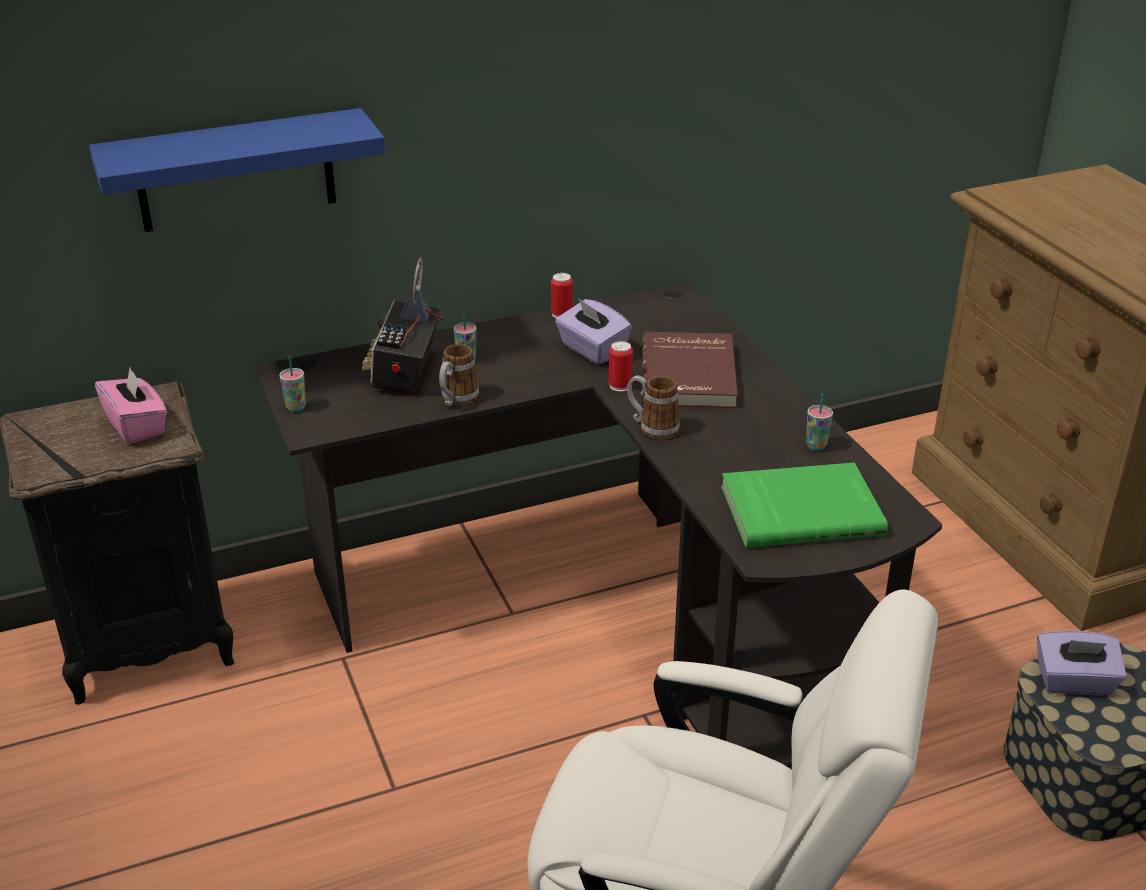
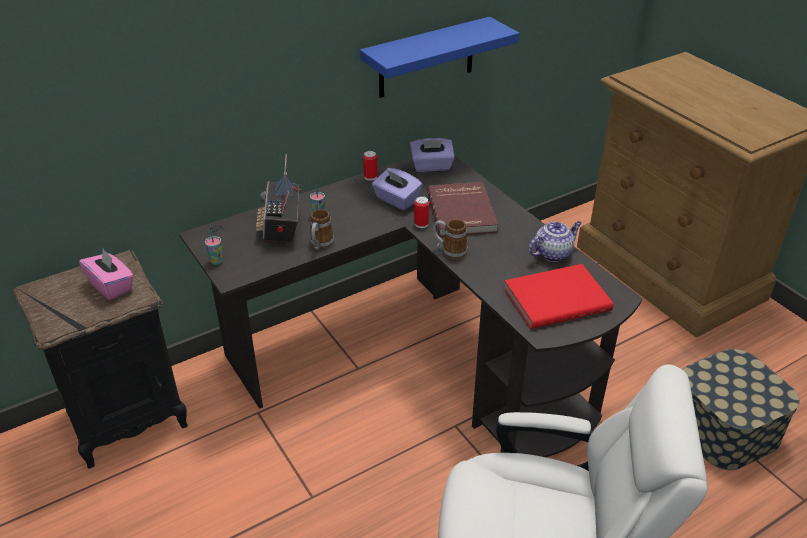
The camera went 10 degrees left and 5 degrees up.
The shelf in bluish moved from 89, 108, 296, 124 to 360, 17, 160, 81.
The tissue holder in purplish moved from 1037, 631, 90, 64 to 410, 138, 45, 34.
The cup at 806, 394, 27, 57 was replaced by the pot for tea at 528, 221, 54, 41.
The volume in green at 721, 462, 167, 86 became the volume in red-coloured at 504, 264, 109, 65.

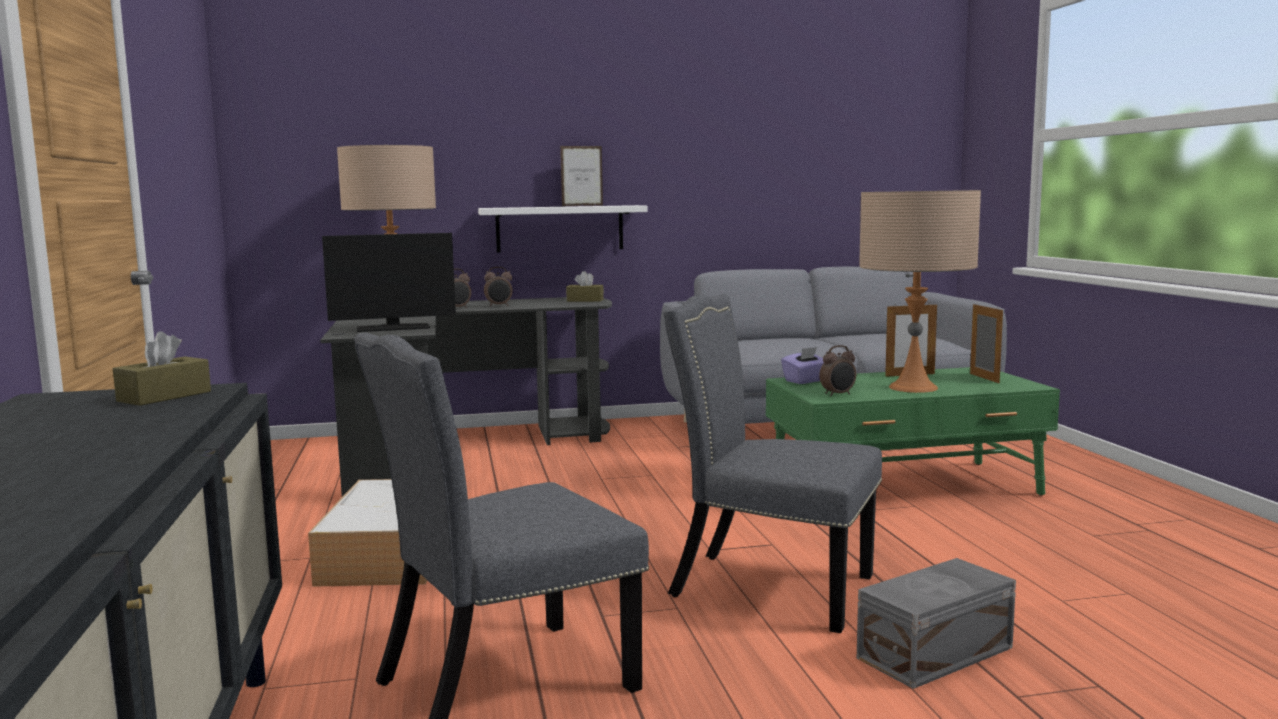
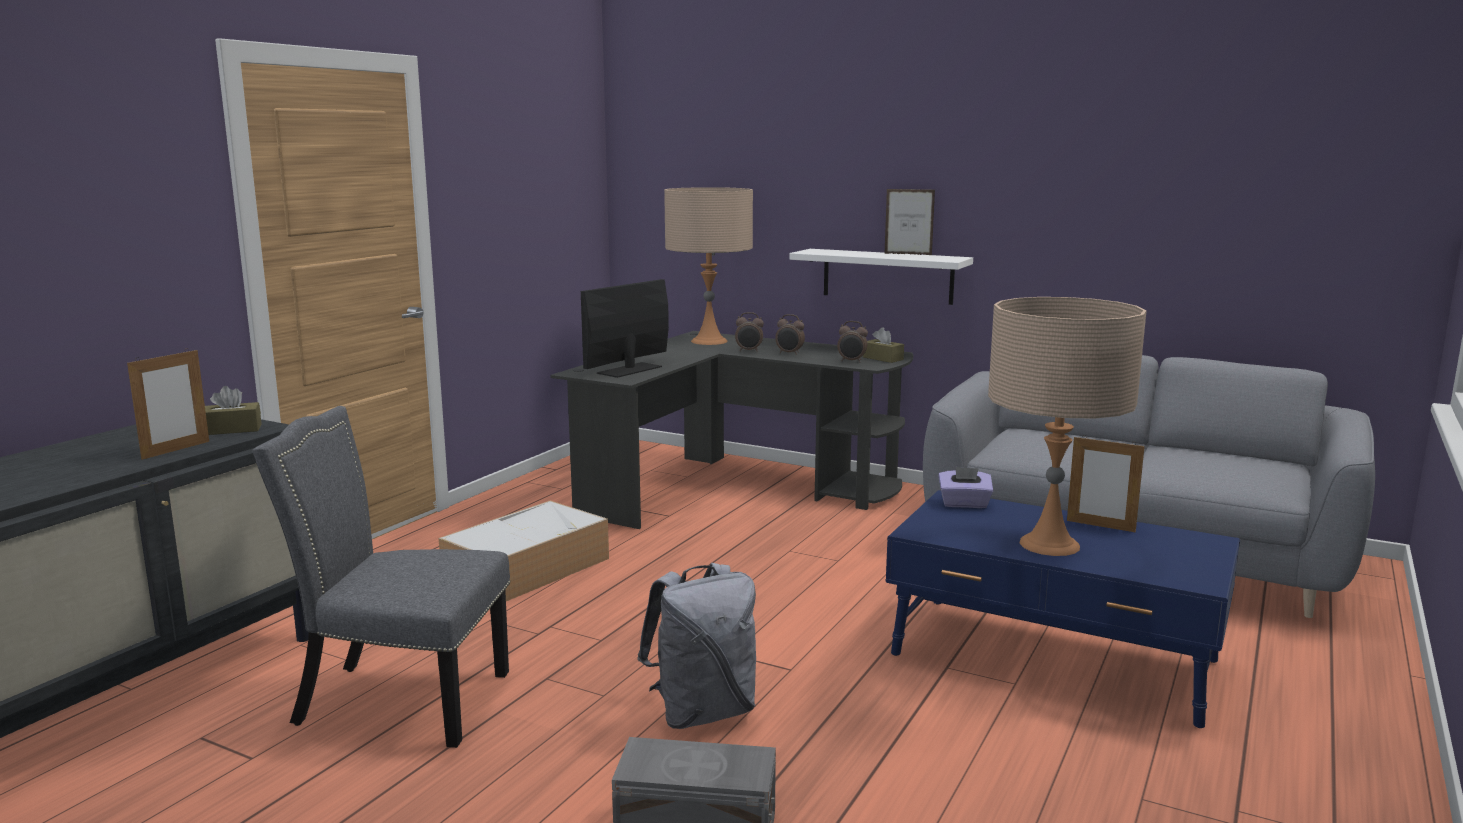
The camera went 40 degrees right and 5 degrees up.
The table clock moved from 819, 345, 37, 51 to 837, 321, 31, 42.
The photo frame moved from 970, 303, 33, 80 to 127, 348, 82, 112.
The plain chair in greyish at 663, 294, 219, 339 was replaced by the backpack in greyish at 637, 563, 119, 166.
The lounge table in green at 766, 367, 294, 129 became the lounge table in bluish at 886, 490, 354, 238.
The computer screen at 322, 233, 134, 99 turned 105 degrees clockwise.

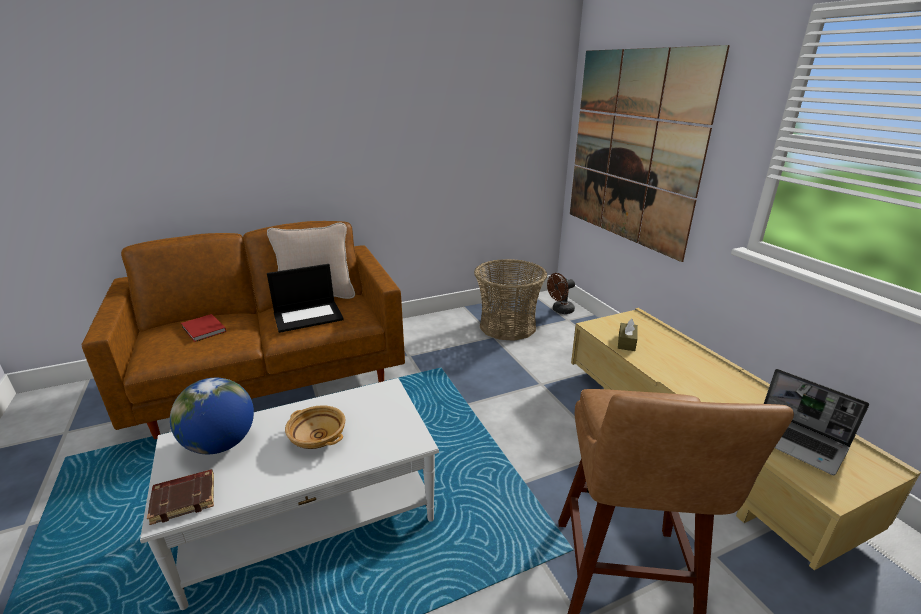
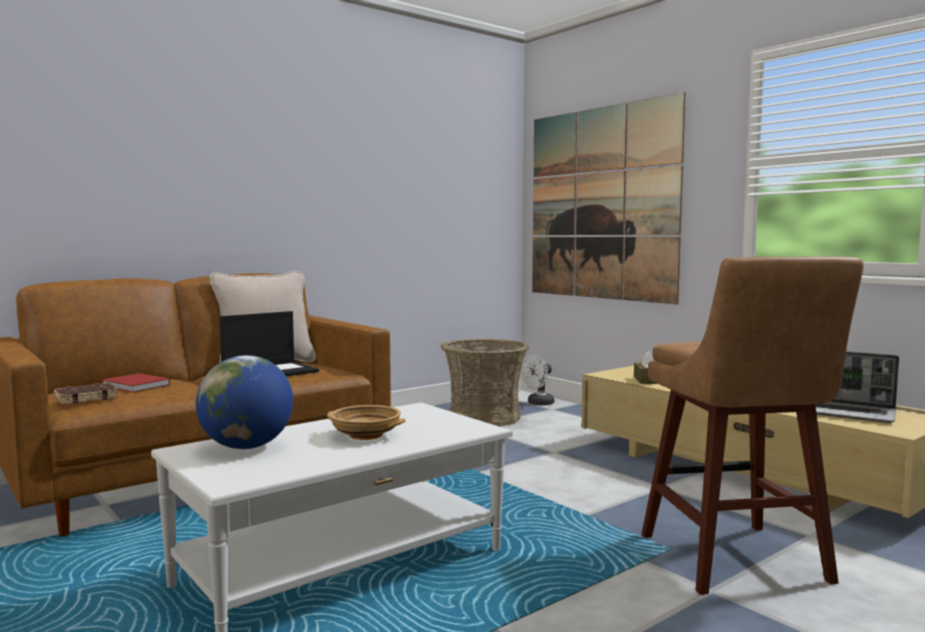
The camera went 15 degrees left and 20 degrees down.
The volume in brown moved from 147, 469, 67, 56 to 54, 382, 64, 22.
The electric fan in brown at 547, 273, 28, 41 became the electric fan in whitish at 519, 354, 36, 51.

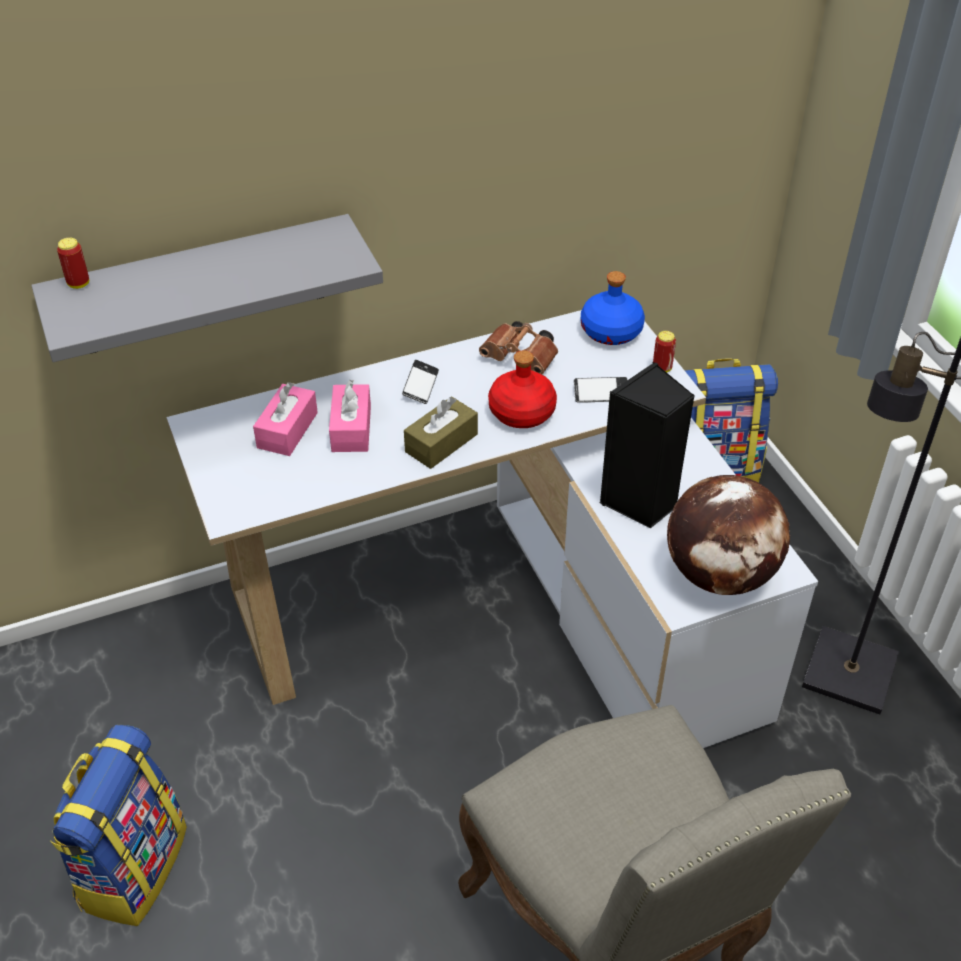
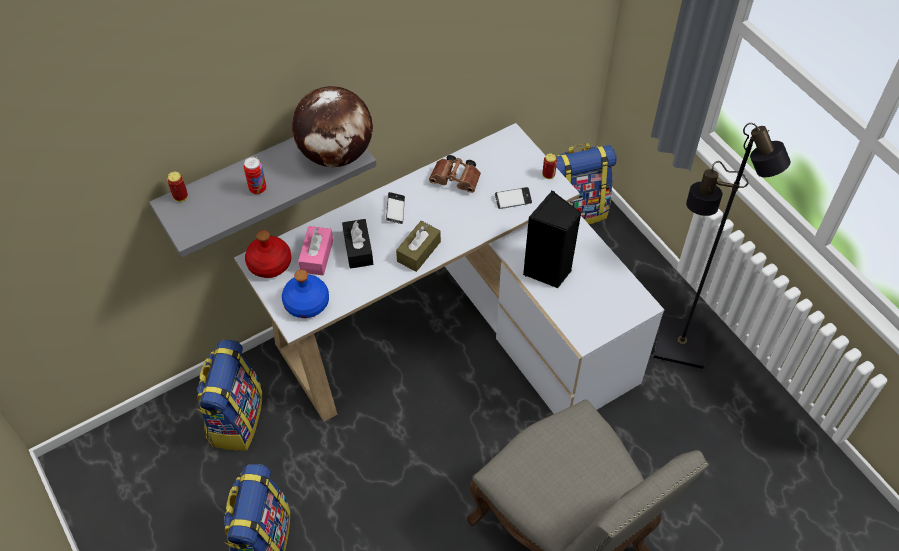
The camera went 10 degrees left and 10 degrees up.
The backpack at 198, 340, 65, 111 appeared.
The sealed can at 244, 157, 22, 37 appeared.
The beverage bottle in red-coloured moved from 488, 351, 69, 77 to 245, 230, 46, 48.
The beverage bottle in bluish moved from 581, 271, 64, 74 to 282, 270, 47, 48.
The desk globe moved from 667, 475, 123, 120 to 292, 86, 81, 81.
The tissue holder in pink at 329, 380, 42, 72 became the tissue holder in blackish at 342, 219, 31, 50.

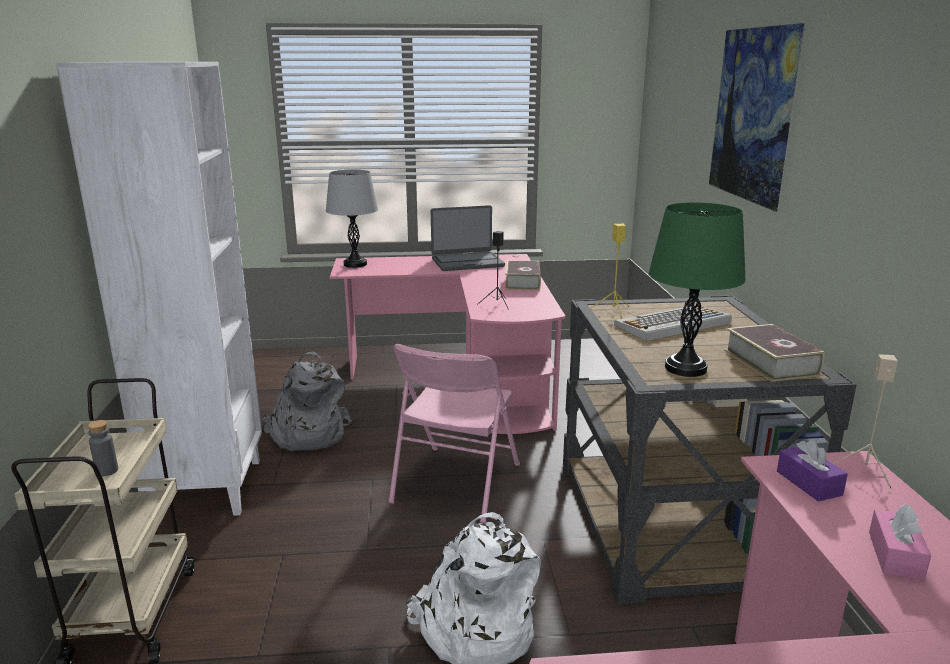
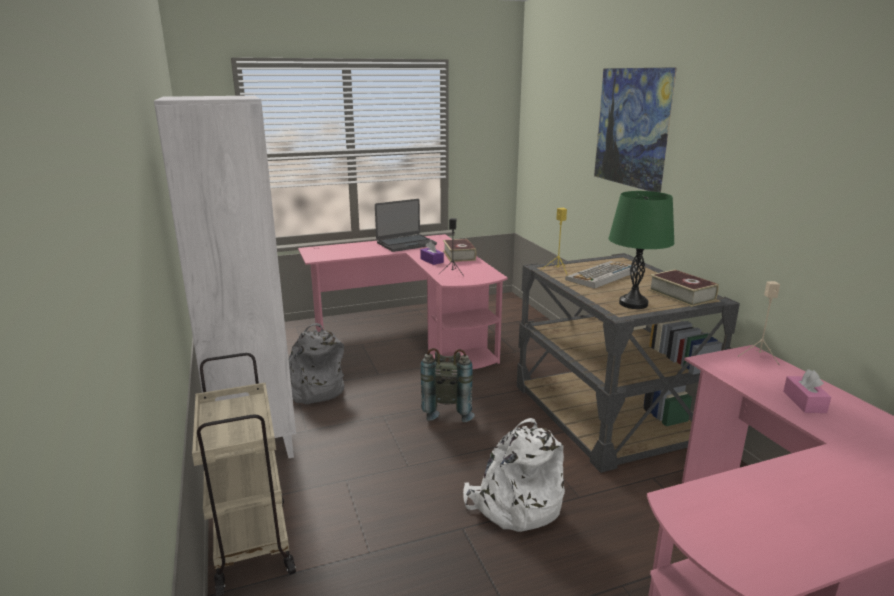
The camera went 15 degrees left and 0 degrees up.
The beverage bottle in greyish at 88, 420, 30, 56 disappeared.
The lamp for a table in greyish at 326, 170, 52, 98 disappeared.
The tissue holder in purplish moved from 777, 439, 71, 63 to 420, 241, 24, 24.
The plain chair in pink at 388, 344, 132, 180 was replaced by the backpack in greyish at 421, 348, 54, 74.

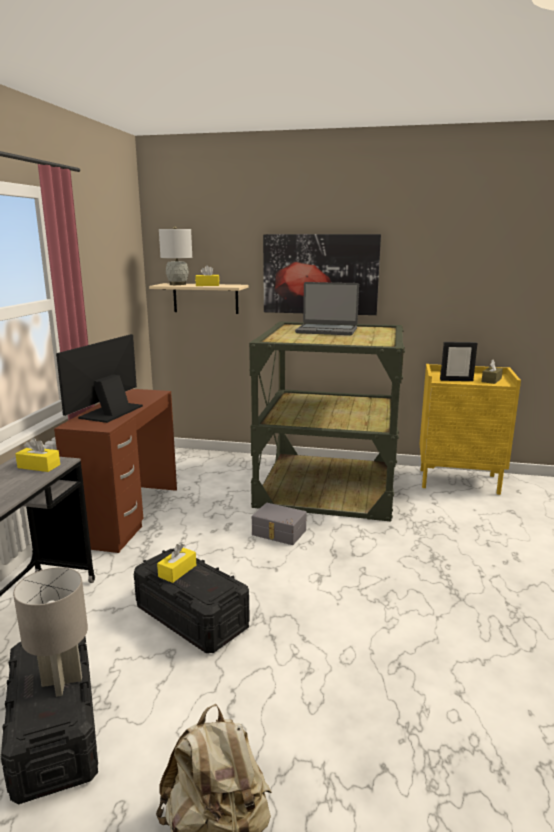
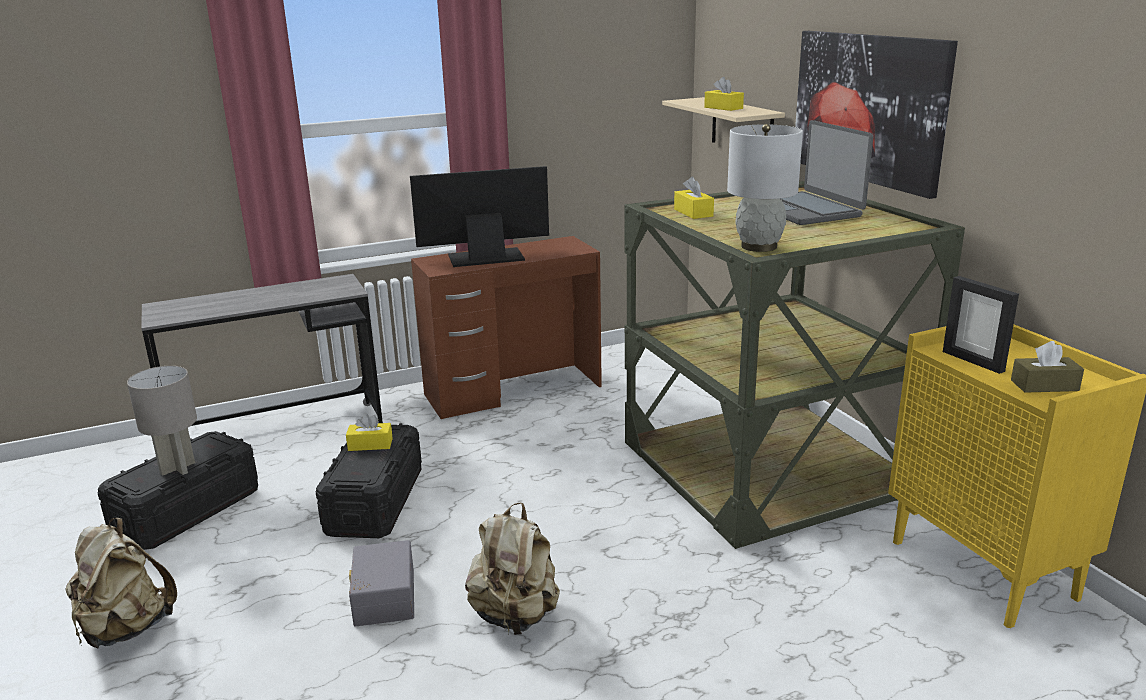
The camera went 55 degrees right and 5 degrees up.
The backpack in beige-coloured at 465, 503, 95, 132 appeared.
The tissue holder in yellowish moved from 15, 438, 45, 34 to 674, 177, 40, 42.
The lamp for a table in whitish moved from 159, 226, 33, 59 to 727, 124, 76, 128.
The storage bin in greyish moved from 252, 503, 55, 42 to 349, 540, 65, 87.

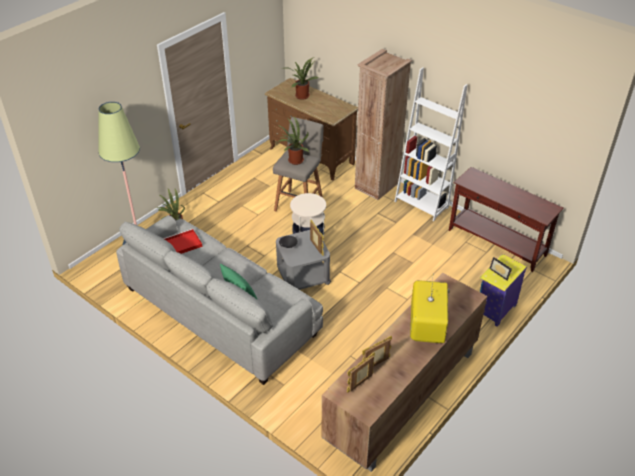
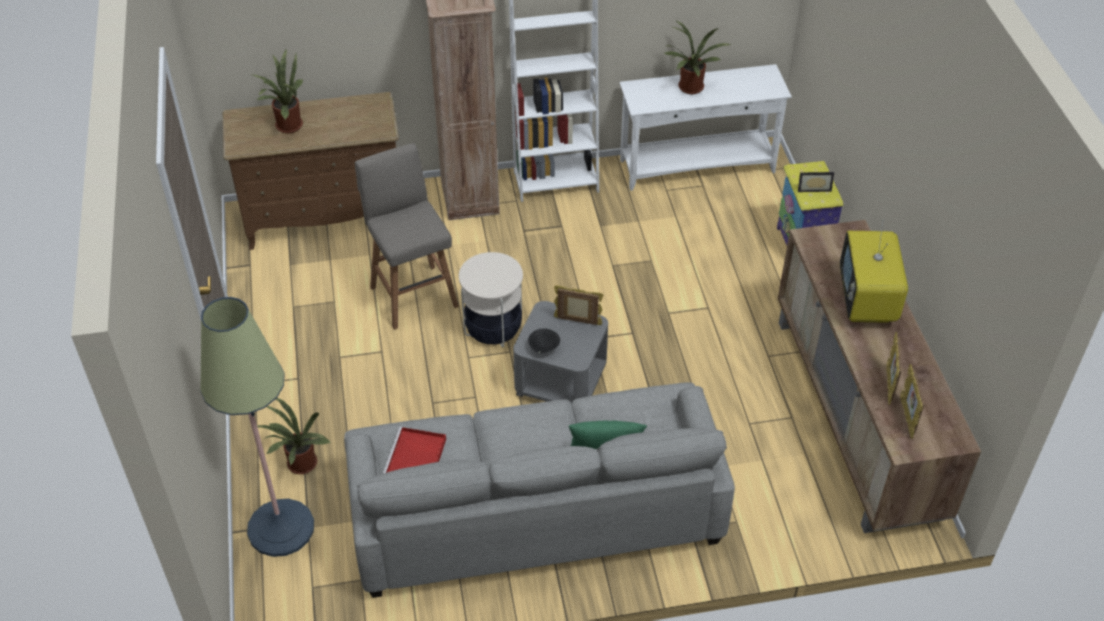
The camera went 50 degrees left and 5 degrees up.
The houseplant moved from 278, 117, 31, 48 to 664, 20, 67, 74.
The console table in brown at 449, 167, 115, 105 became the console table in whitish at 620, 64, 172, 127.
The television at 410, 274, 40, 69 turned 135 degrees counterclockwise.

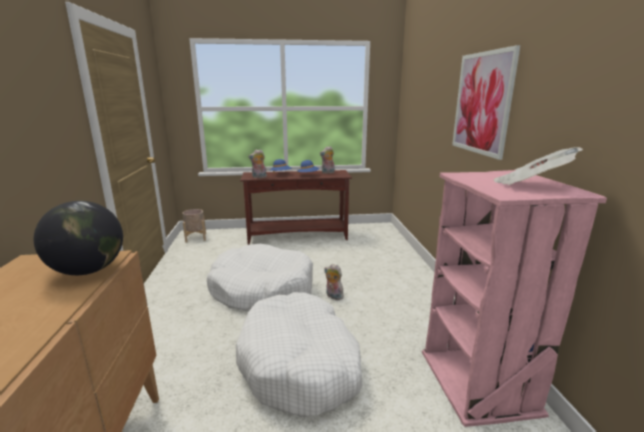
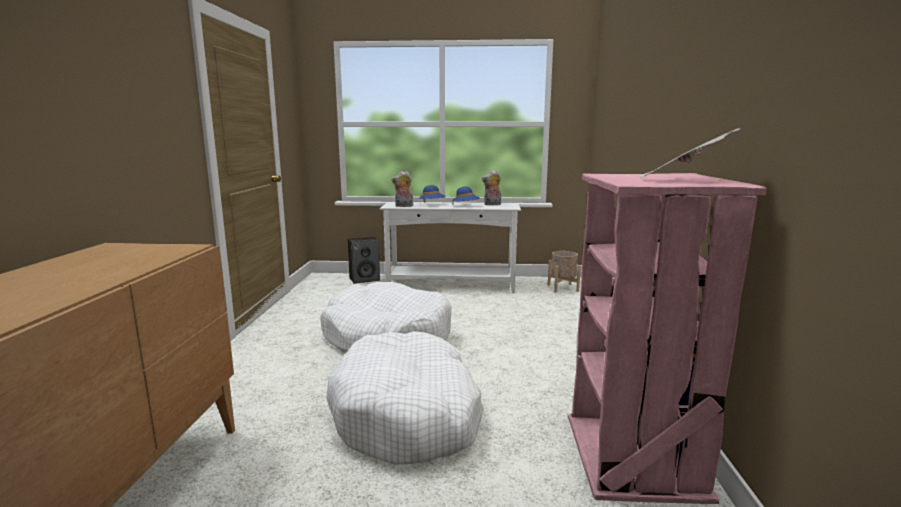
The camera went 10 degrees right and 5 degrees down.
The desk globe at 34, 201, 89, 74 disappeared.
The cuddly toy at 324, 264, 20, 36 disappeared.
The picture at 452, 45, 69, 115 disappeared.
The audio speaker at 348, 236, 32, 48 appeared.
The plant pot in beige-coloured moved from 183, 209, 23, 34 to 548, 251, 33, 42.
The console table in brown at 240, 170, 112, 75 became the console table in whitish at 380, 202, 141, 92.

